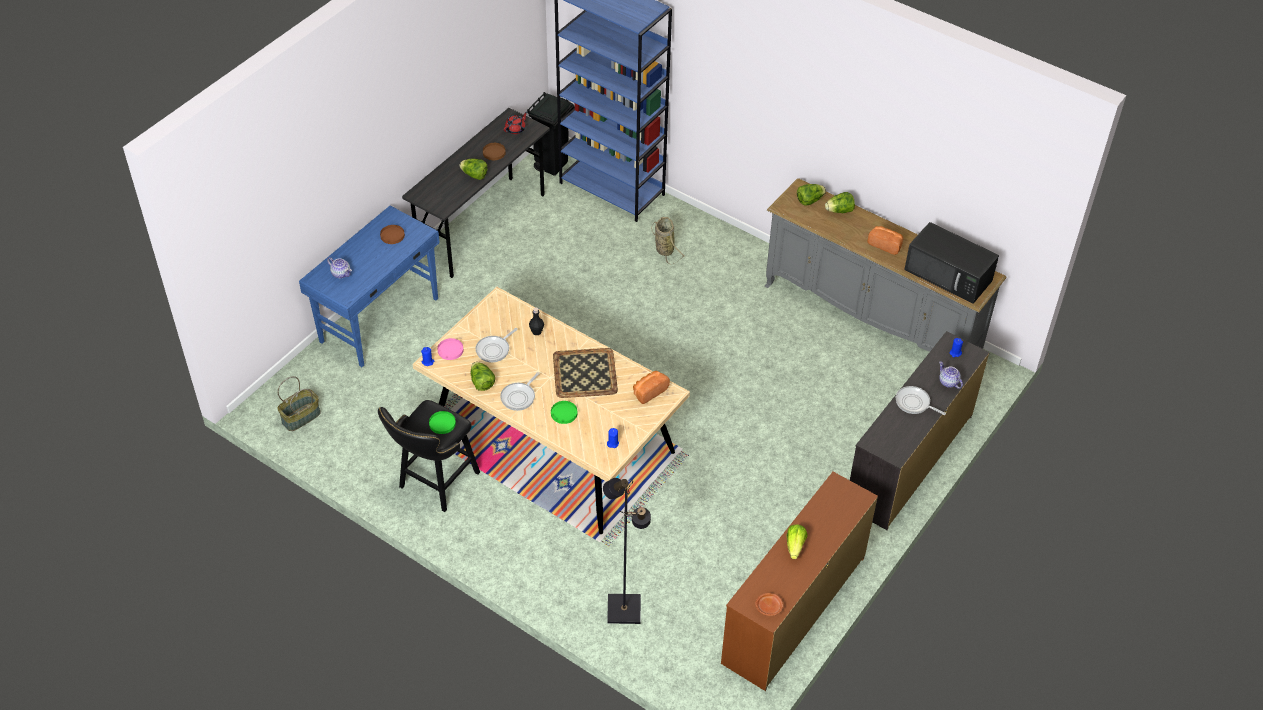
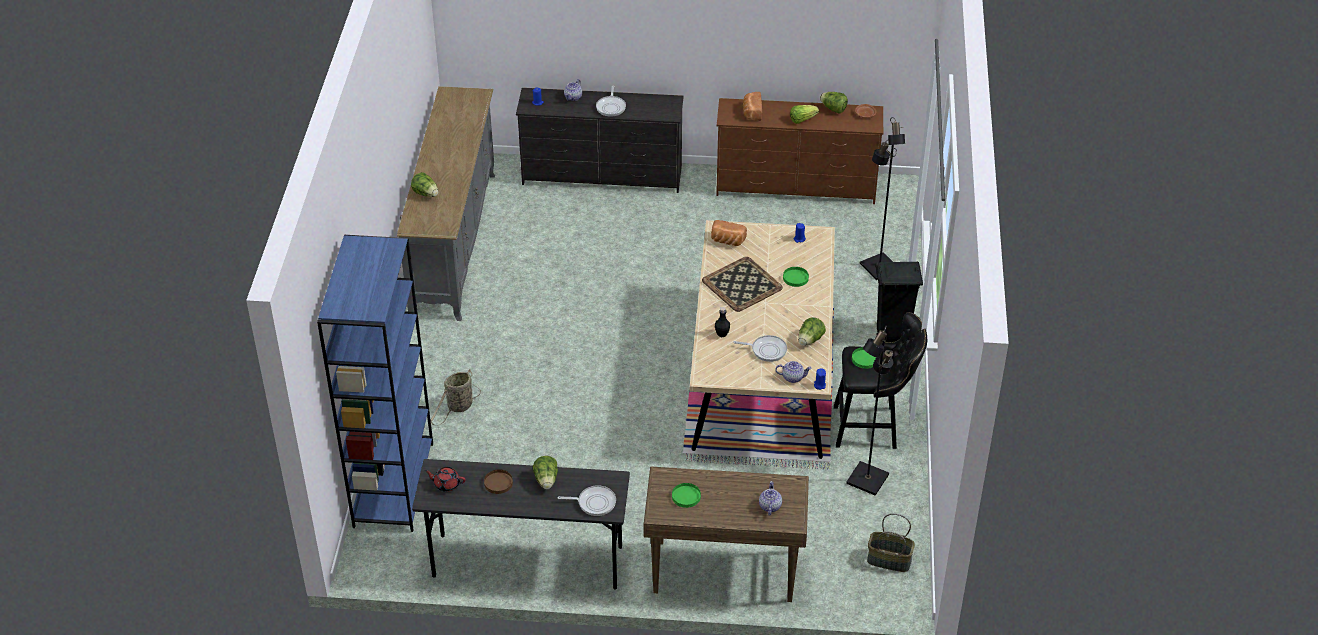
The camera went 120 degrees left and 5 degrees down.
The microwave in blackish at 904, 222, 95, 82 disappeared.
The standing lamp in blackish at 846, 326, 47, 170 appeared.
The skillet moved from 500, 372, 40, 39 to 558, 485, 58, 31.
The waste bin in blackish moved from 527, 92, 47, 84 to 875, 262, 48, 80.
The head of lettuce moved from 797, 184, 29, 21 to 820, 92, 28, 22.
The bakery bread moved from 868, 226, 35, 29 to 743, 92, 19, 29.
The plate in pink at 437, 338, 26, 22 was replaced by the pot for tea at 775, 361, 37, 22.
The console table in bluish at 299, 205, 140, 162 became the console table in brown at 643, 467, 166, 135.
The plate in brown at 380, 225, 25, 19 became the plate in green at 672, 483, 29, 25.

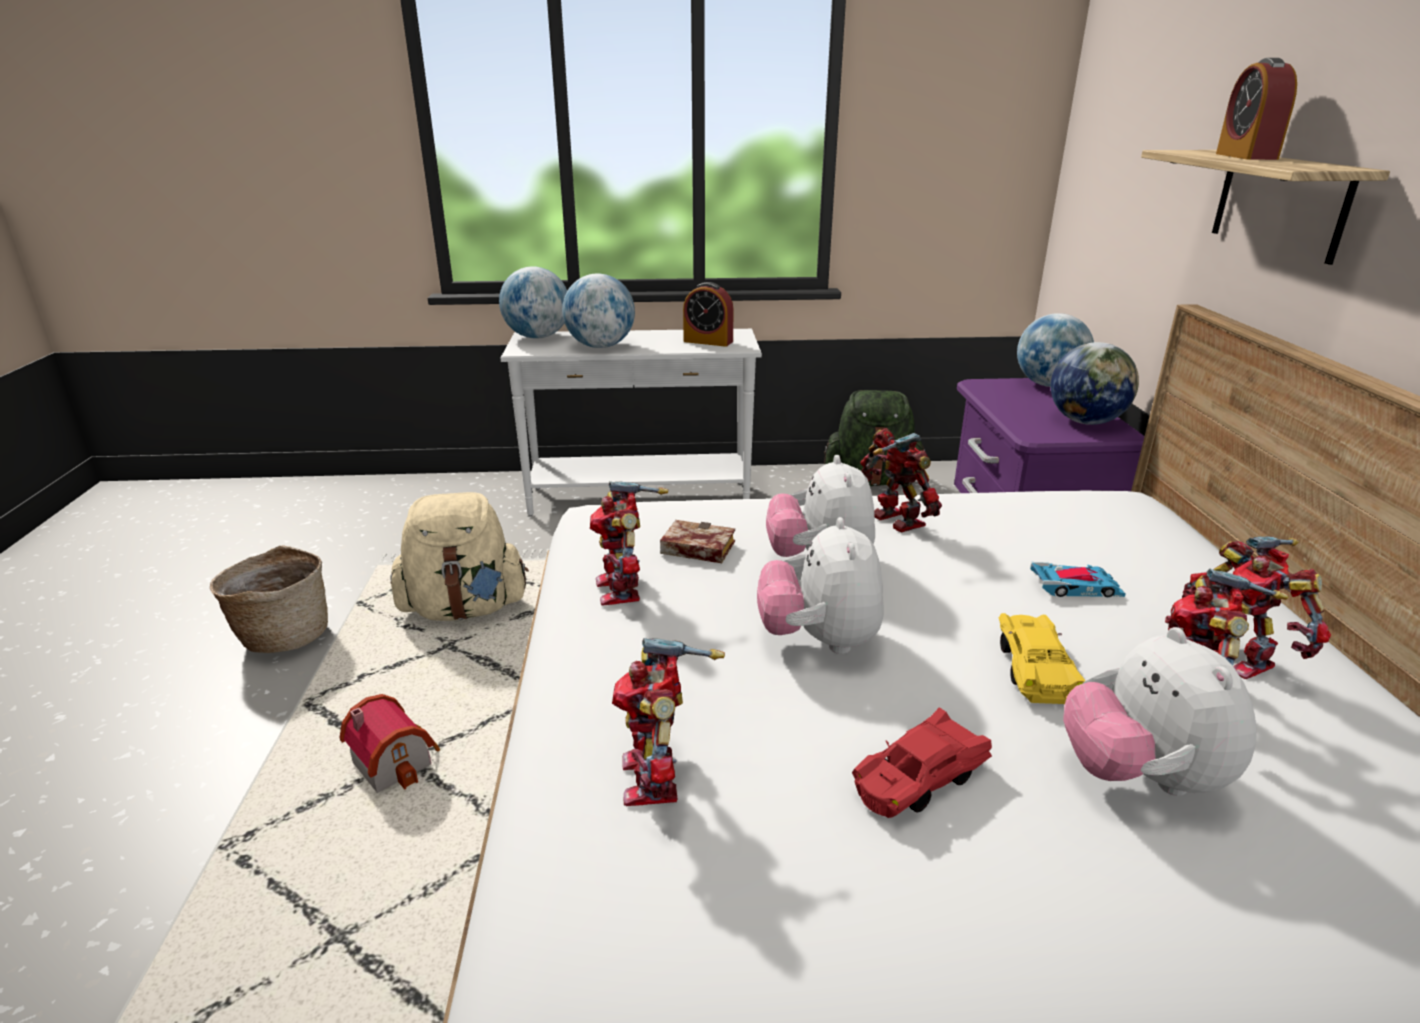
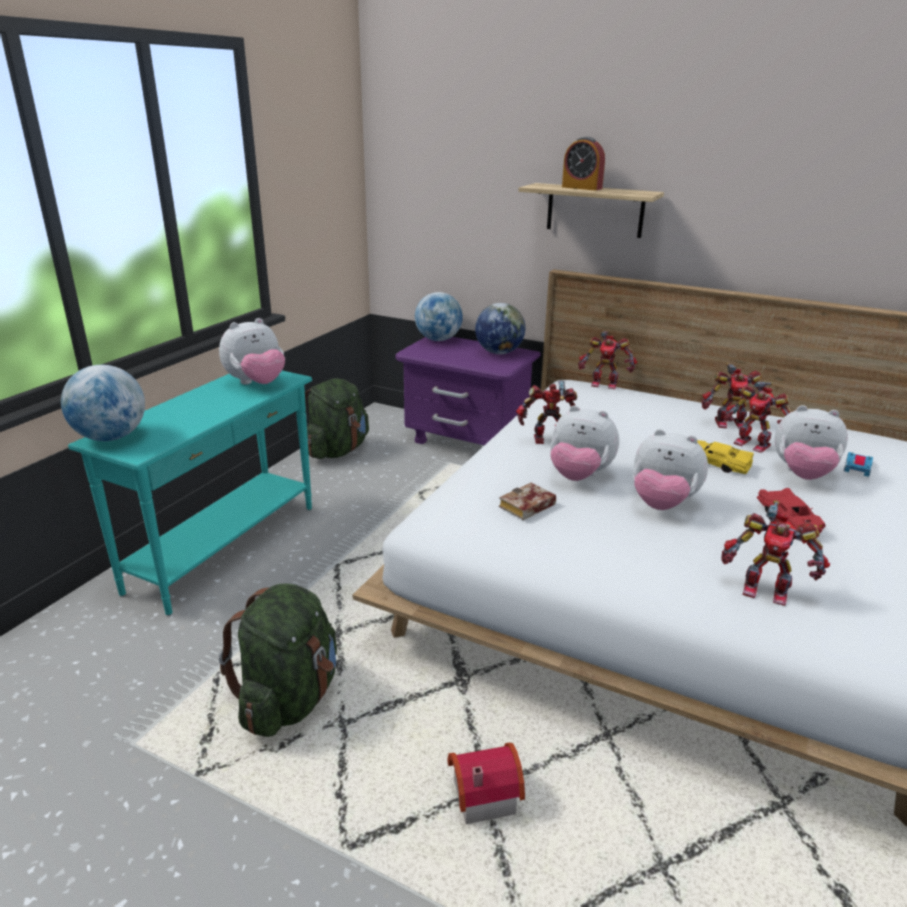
The camera went 60 degrees left and 0 degrees up.
The storage basket at 210, 545, 118, 108 disappeared.
The desk globe at 562, 273, 73, 75 disappeared.
The robot figure moved from 590, 481, 78, 125 to 578, 331, 59, 58.
The toy car moved from 1030, 562, 96, 35 to 844, 452, 29, 25.
The table clock at 683, 282, 51, 65 was replaced by the cuddly toy at 219, 318, 66, 66.
The backpack in beige-coloured at 391, 492, 138, 129 became the backpack in green at 219, 584, 118, 153.
The console table in whitish at 501, 329, 261, 187 became the console table in blue-green at 68, 371, 244, 245.

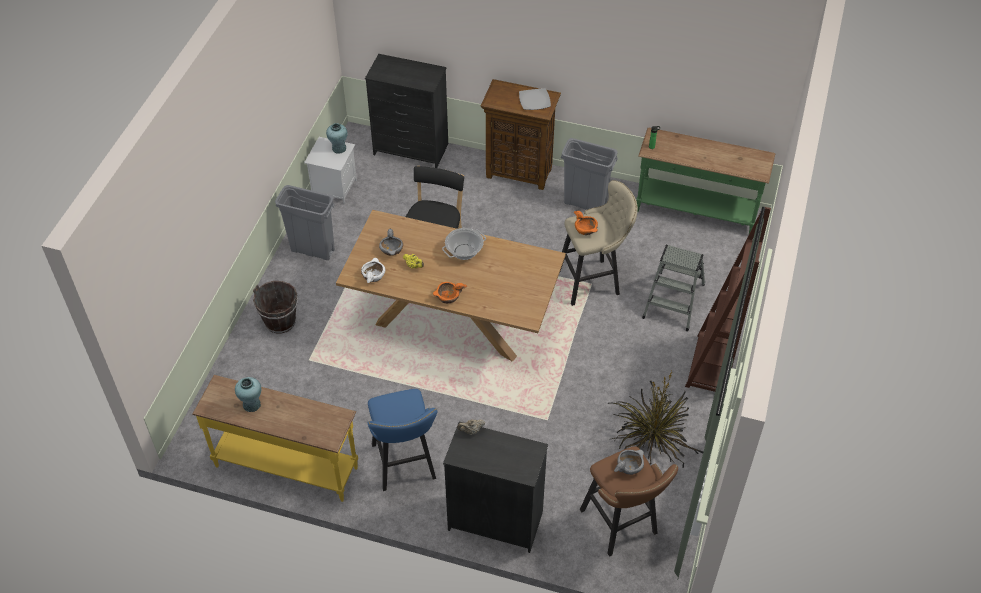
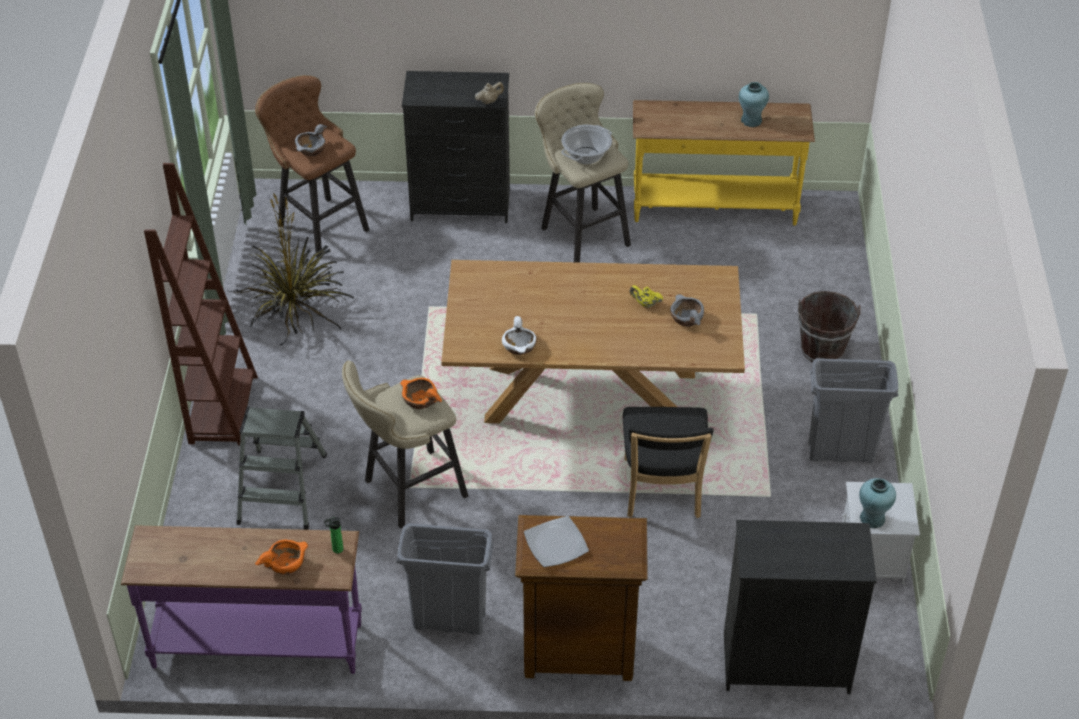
The camera went 165 degrees right and 5 degrees down.
The bowl in whitish moved from 361, 258, 24, 25 to 502, 316, 35, 39.
The bowl in orange moved from 433, 282, 34, 21 to 255, 540, 53, 35.
The saucepot moved from 442, 228, 44, 32 to 561, 125, 51, 39.
The sitting stool in bluish at 367, 389, 70, 102 became the sitting stool in beige-coloured at 535, 83, 96, 180.
The console table in green at 636, 128, 139, 106 became the console table in purplish at 121, 525, 241, 149.

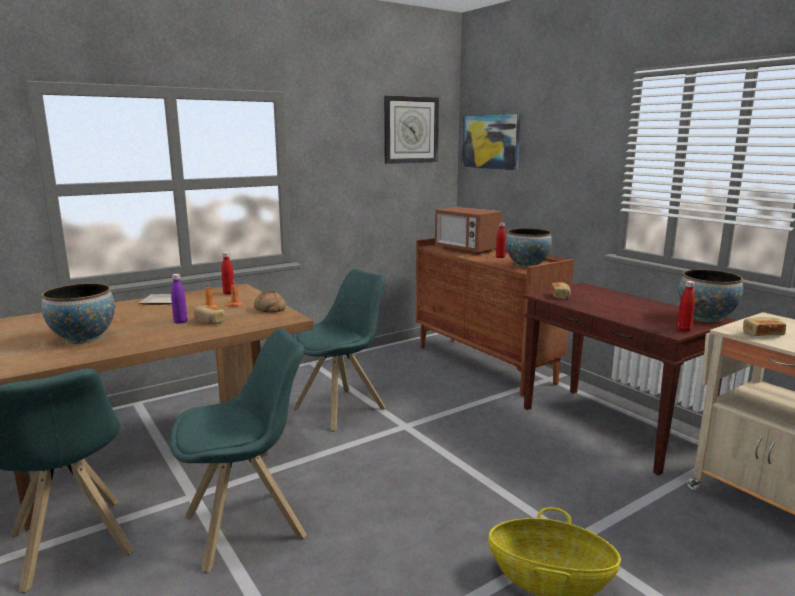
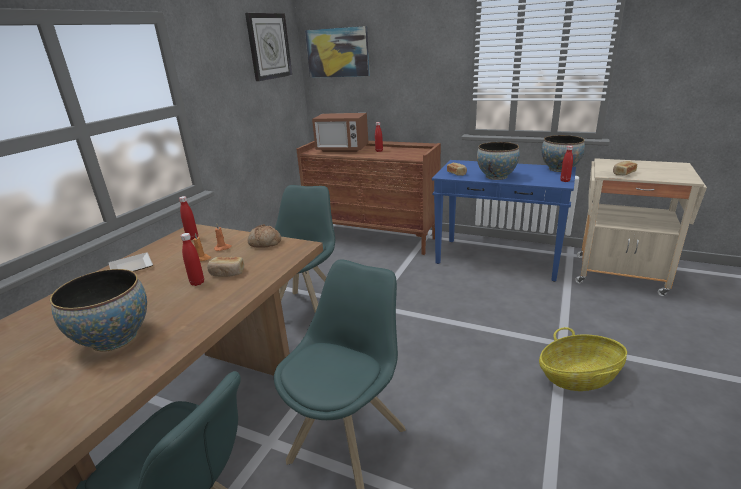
The camera went 30 degrees left and 10 degrees up.
The bowl moved from 506, 228, 46, 40 to 477, 142, 43, 38.
The beverage bottle in purplish at 171, 274, 16, 50 became the beverage bottle in red-coloured at 181, 233, 23, 53.
The console table in brown at 524, 283, 213, 192 became the console table in bluish at 432, 160, 144, 122.

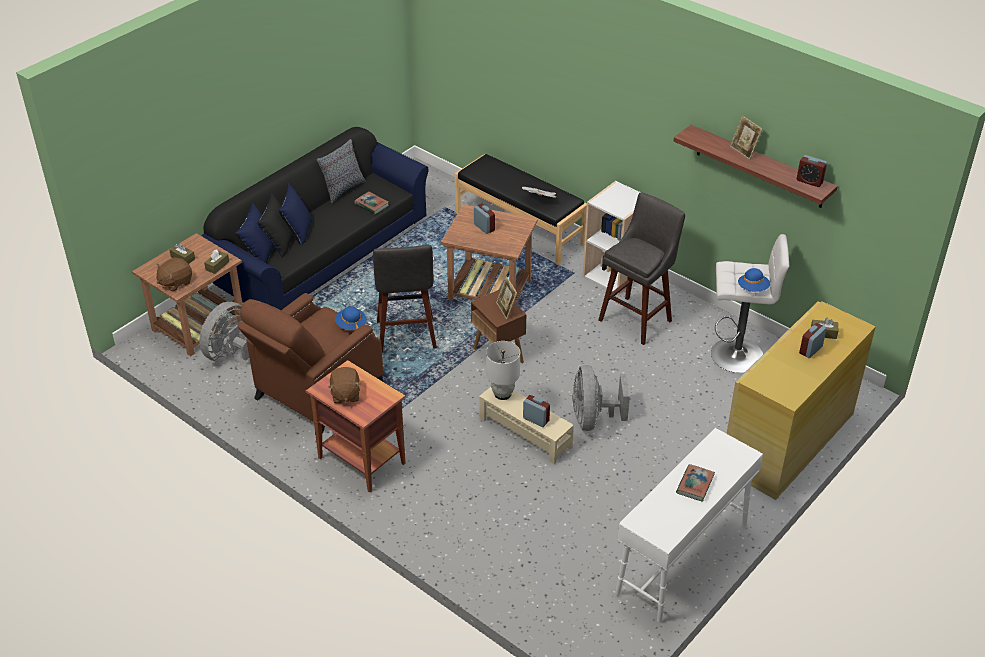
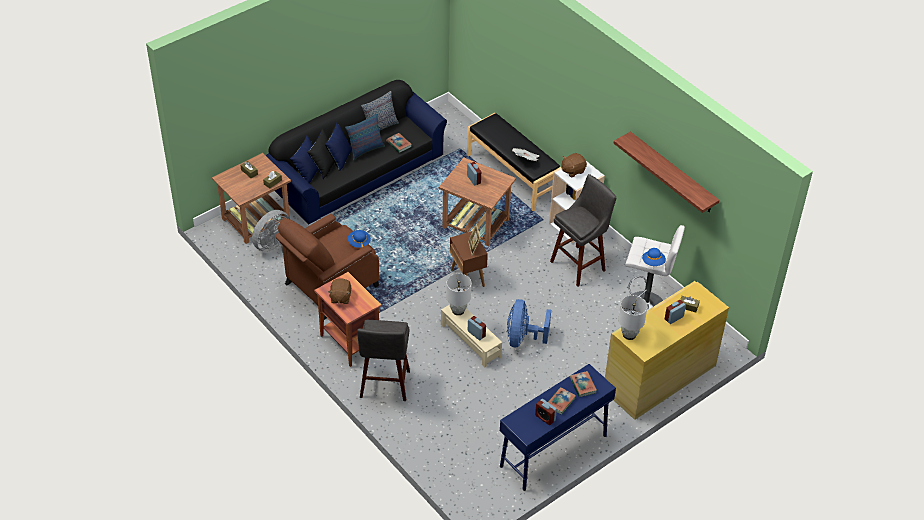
The camera went 10 degrees right and 5 degrees up.
The photo frame at 730, 116, 33, 44 disappeared.
The pillow in bluish at 345, 114, 40, 47 appeared.
The volume at 570, 371, 27, 26 appeared.
The lamp for a table in whitish at 618, 295, 30, 45 appeared.
The cuddly toy in brown moved from 156, 257, 36, 35 to 561, 153, 26, 25.
The sitting stool in greyish moved from 373, 245, 64, 108 to 357, 320, 53, 81.
The table clock moved from 797, 155, 31, 32 to 535, 399, 22, 26.
The electric fan in greyish at 572, 365, 58, 66 became the electric fan in bluish at 507, 299, 44, 48.
The console table in whitish at 615, 428, 148, 195 became the console table in bluish at 500, 364, 116, 127.

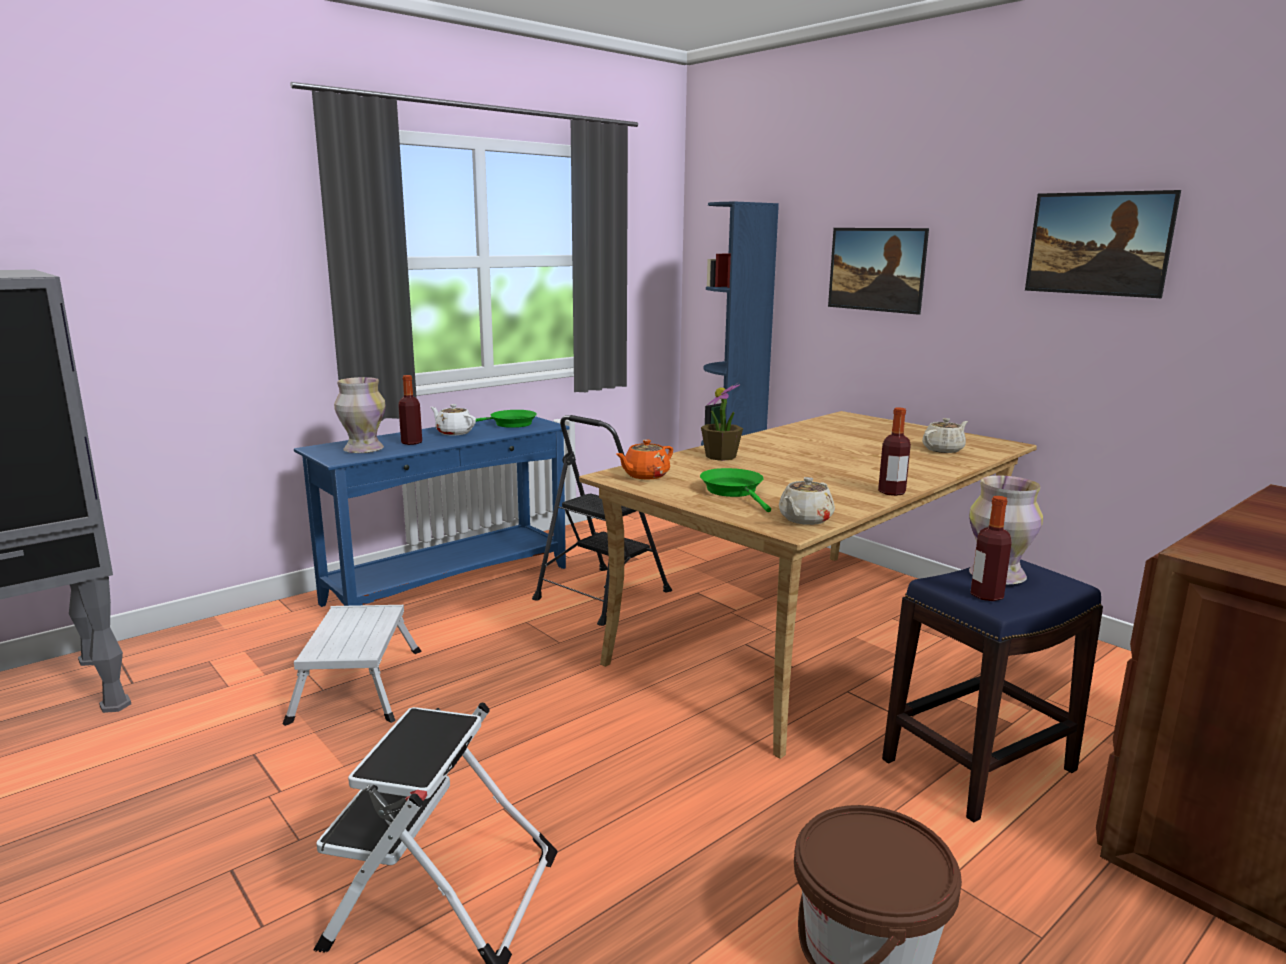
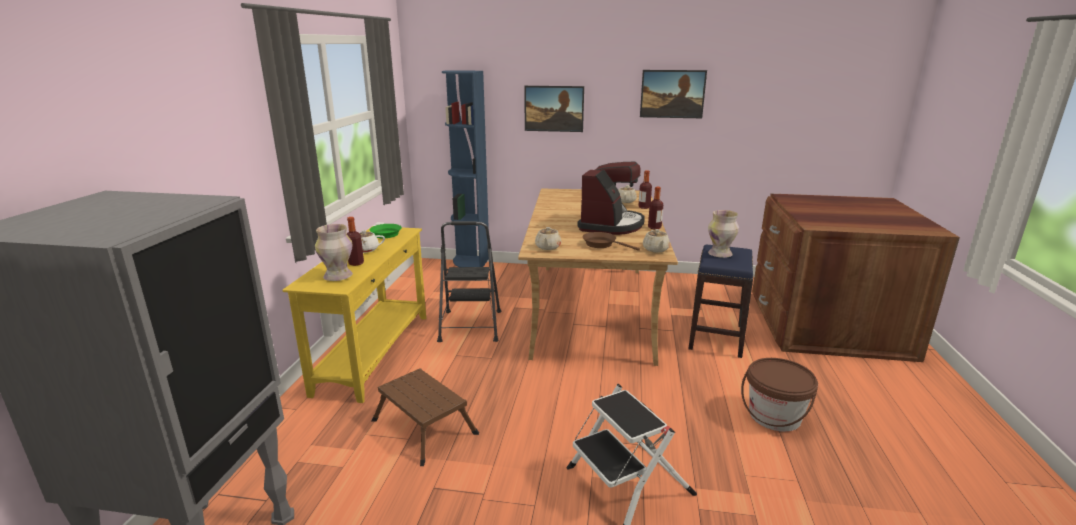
The camera went 40 degrees left and 5 degrees up.
The houseplant at 701, 383, 42, 78 disappeared.
The coffee maker at 577, 162, 68, 73 appeared.
The beverage bottle moved from 971, 496, 41, 105 to 638, 170, 14, 39.
The stepladder in whitish at 282, 605, 140, 121 became the stepladder in brown at 371, 368, 108, 98.
The console table in bluish at 294, 416, 276, 191 became the console table in yellowish at 282, 226, 144, 177.
The pot for tea in orange at 616, 439, 57, 40 became the pot for tea in beige-coloured at 535, 227, 26, 23.
The skillet in green at 700, 468, 71, 44 became the skillet in brown at 582, 232, 58, 19.

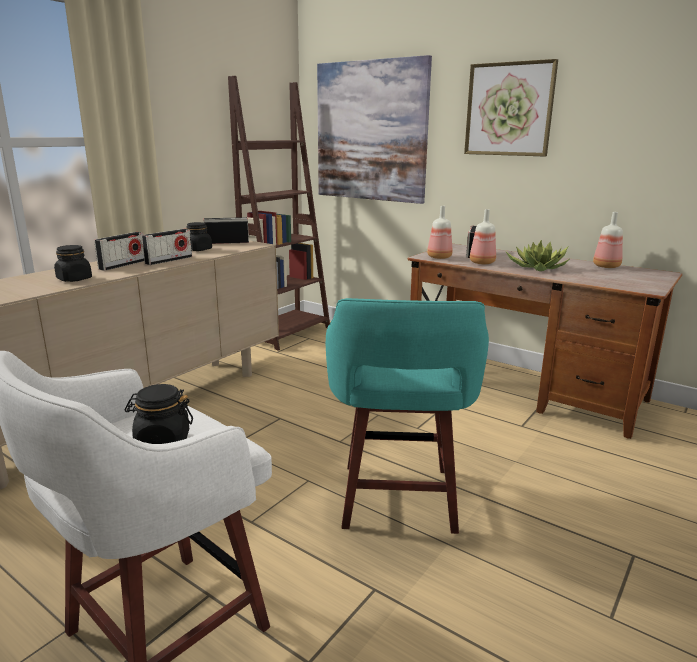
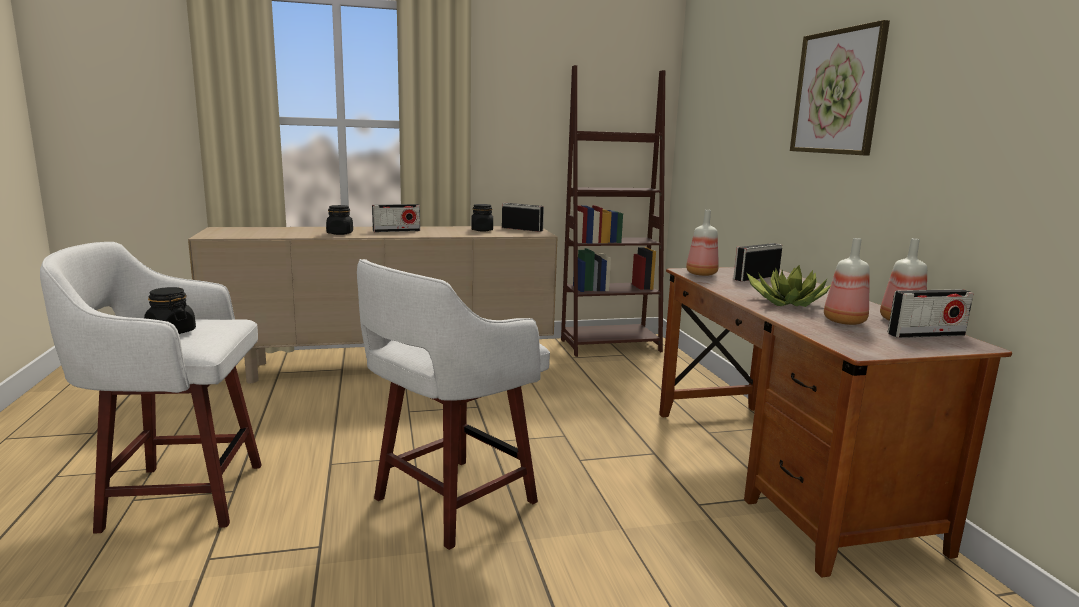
The camera went 40 degrees right and 5 degrees down.
The picture at 317, 55, 115, 149 disappeared.
The radio set moved from 142, 229, 50, 36 to 888, 289, 86, 49.
The beverage bottle moved from 470, 209, 26, 55 to 824, 238, 46, 87.
The sitting stool in blue-green at 326, 298, 163, 236 became the sitting stool in whitish at 357, 259, 193, 291.

